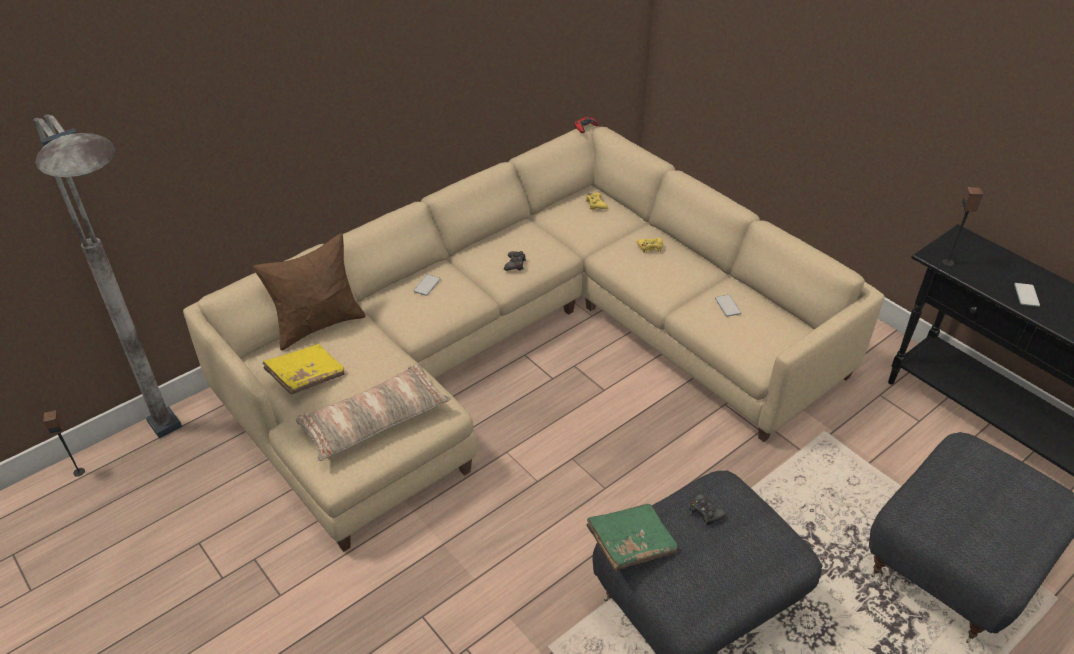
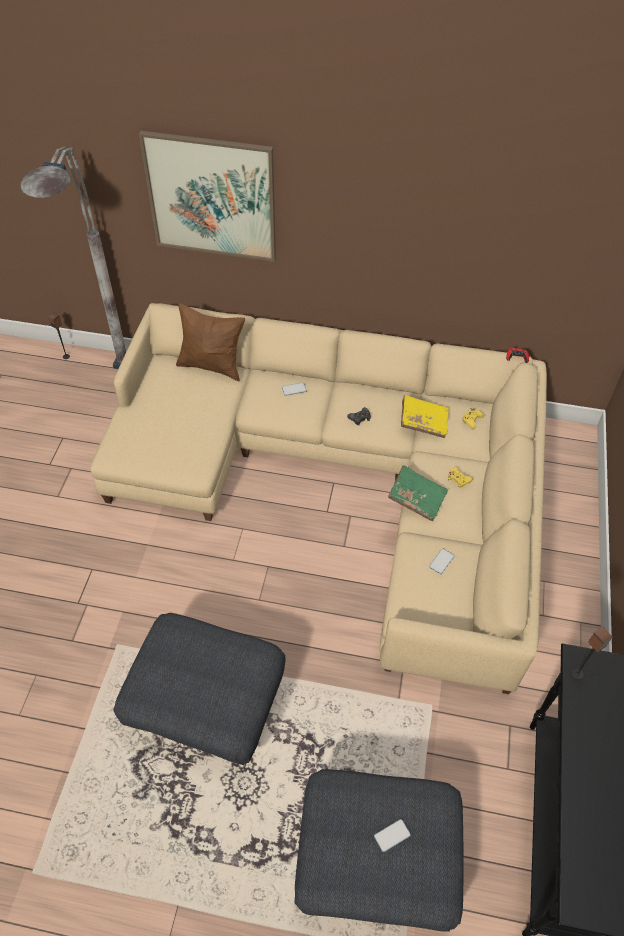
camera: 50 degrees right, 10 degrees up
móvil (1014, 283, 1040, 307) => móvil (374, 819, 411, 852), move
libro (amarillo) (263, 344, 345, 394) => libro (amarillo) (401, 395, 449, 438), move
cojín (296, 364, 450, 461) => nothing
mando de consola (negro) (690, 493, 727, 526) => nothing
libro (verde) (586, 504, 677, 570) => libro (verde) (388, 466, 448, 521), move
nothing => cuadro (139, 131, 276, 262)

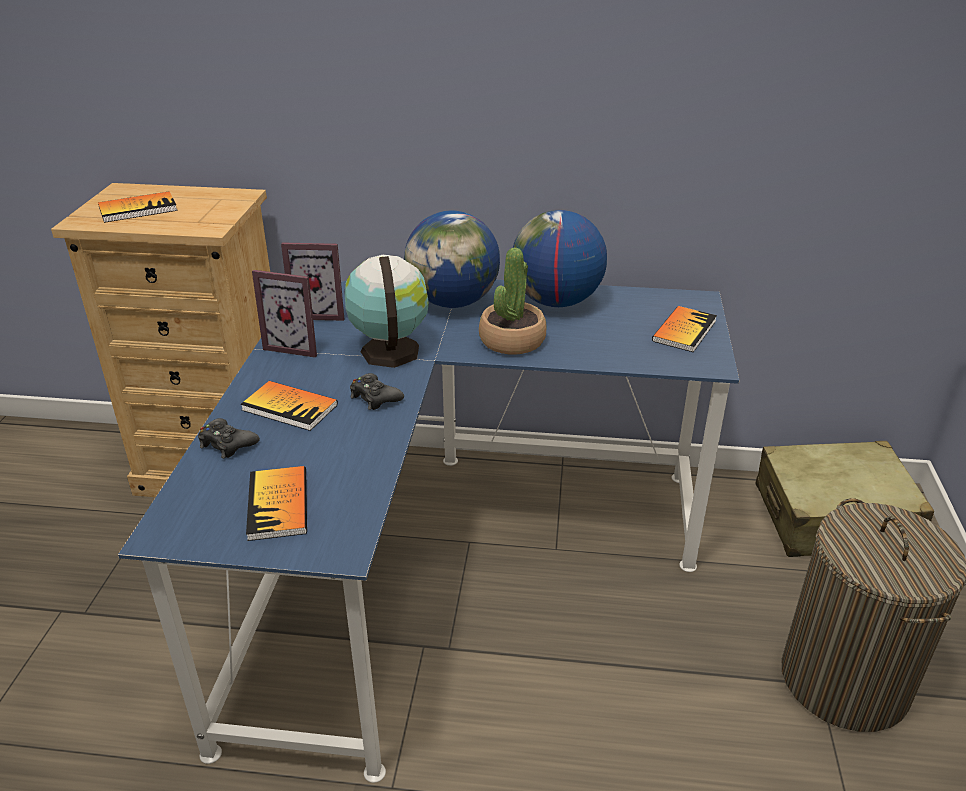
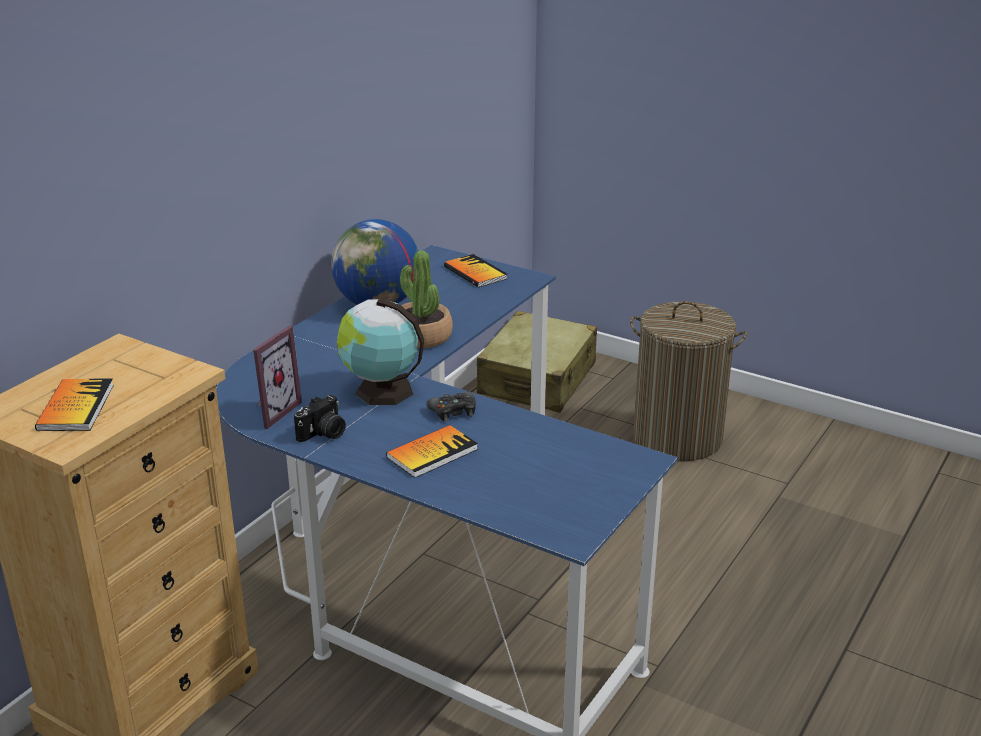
camera: 65 degrees left, 5 degrees down
globo terráqueo (404, 211, 500, 308) => nothing
portarretratos (252, 270, 317, 357) => cámara (294, 395, 346, 442)
mando de consola (negro) (198, 418, 260, 459) => nothing
libro (246, 466, 307, 541) => nothing

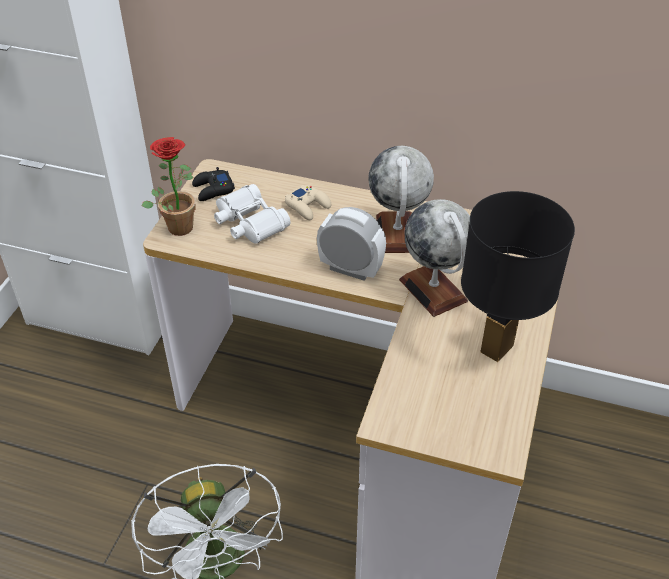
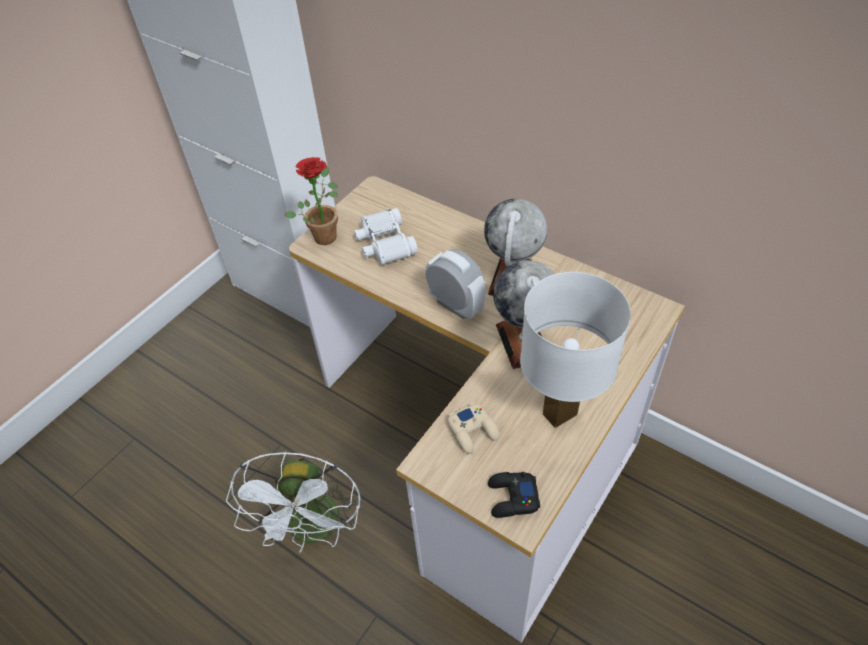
camera: 20 degrees right, 5 degrees up
mando de consola (negro) (192, 167, 235, 201) => mando de consola (negro) (488, 472, 540, 518), move
mando de consola (beis) (285, 185, 331, 220) => mando de consola (beis) (447, 403, 500, 454), move
lámpara de mesa (negro) (461, 191, 575, 362) => lámpara de mesa (blanco) (520, 272, 631, 428)

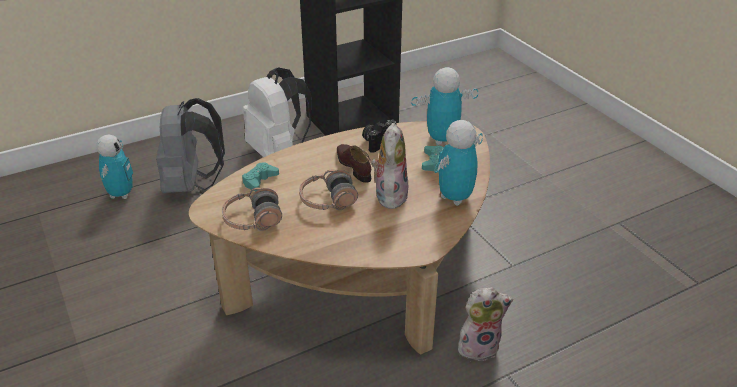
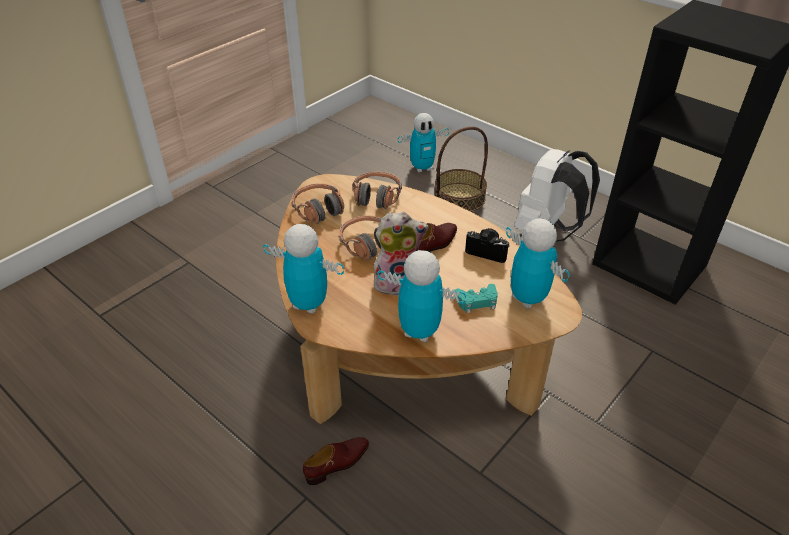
camera: 70 degrees right, 5 degrees up
mochila (gris) (156, 98, 225, 193) => cesta (434, 127, 488, 212)
mando de consola (turquesa) (242, 162, 279, 191) => auriculares (353, 171, 402, 209)
peluche (458, 288, 513, 361) => zapato (marrón) (303, 437, 369, 485)
nothing => robot de juguete (263, 224, 344, 314)

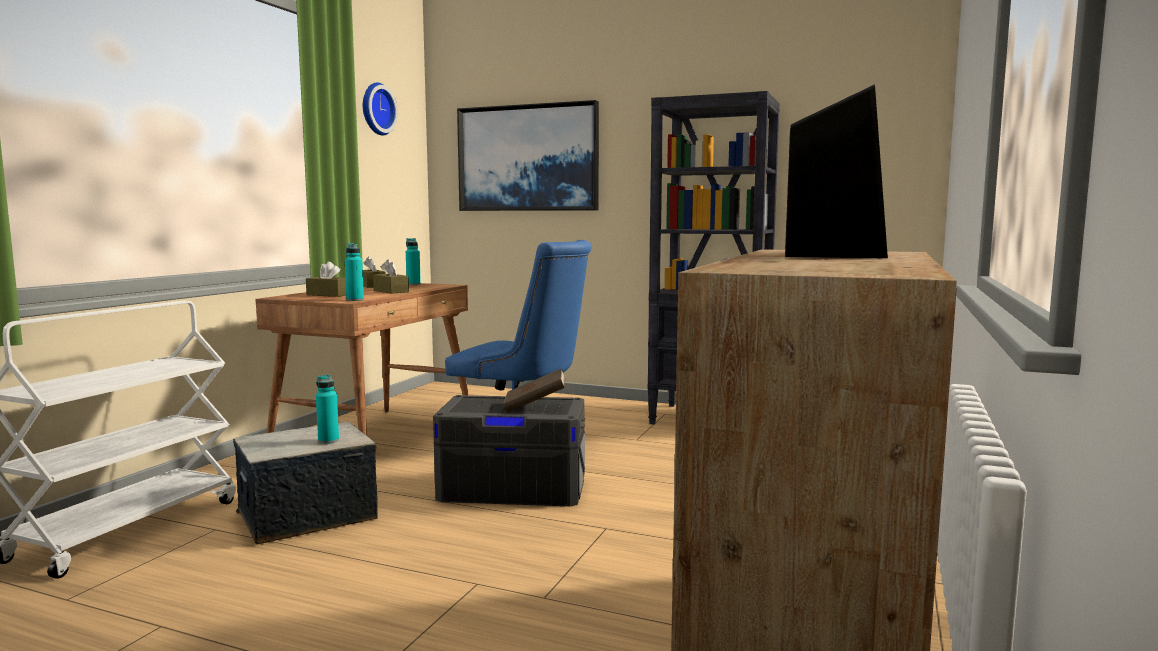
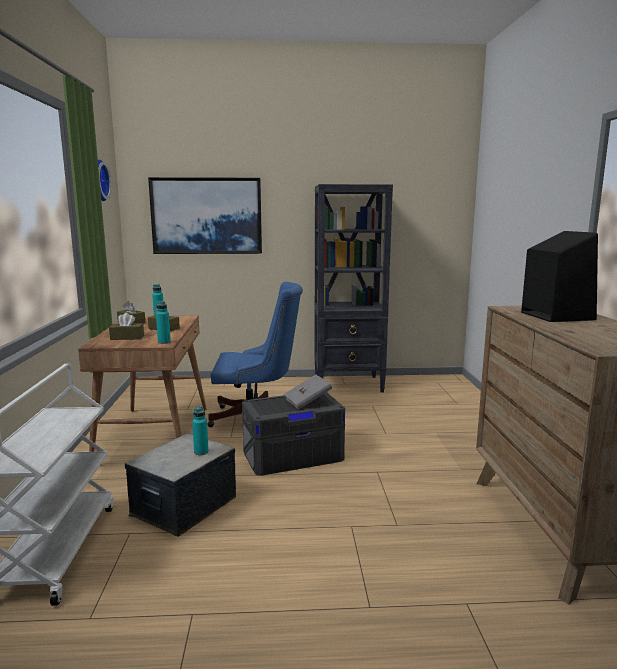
camera: 25 degrees left, 5 degrees up
libro (marrón) (503, 368, 565, 413) => libro (gris) (284, 375, 332, 410)

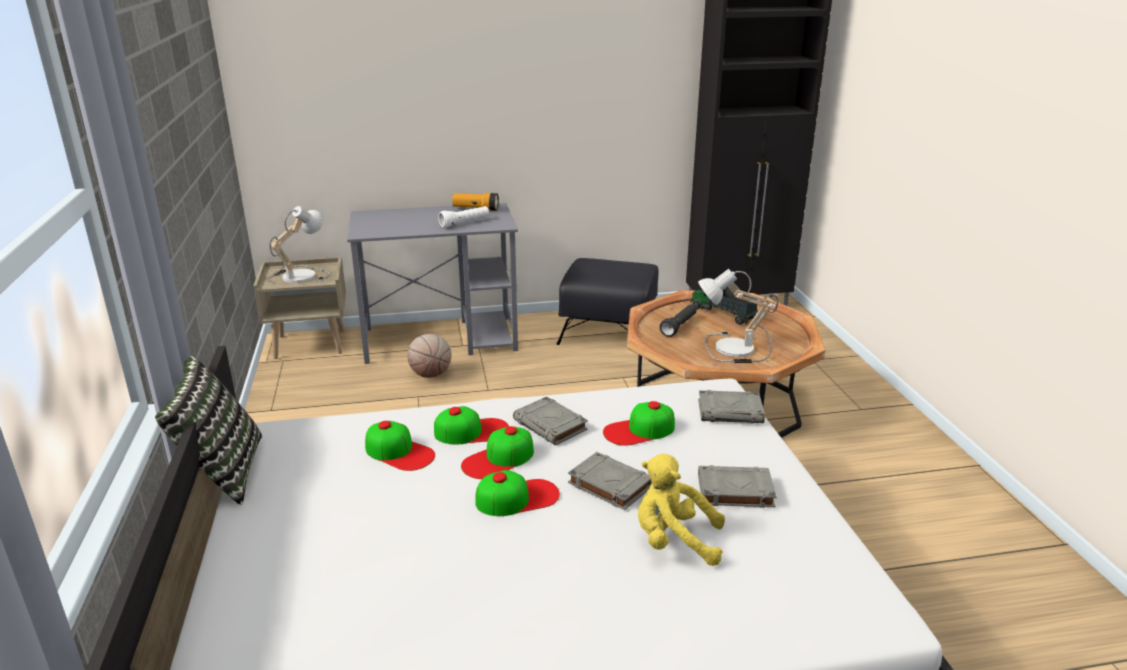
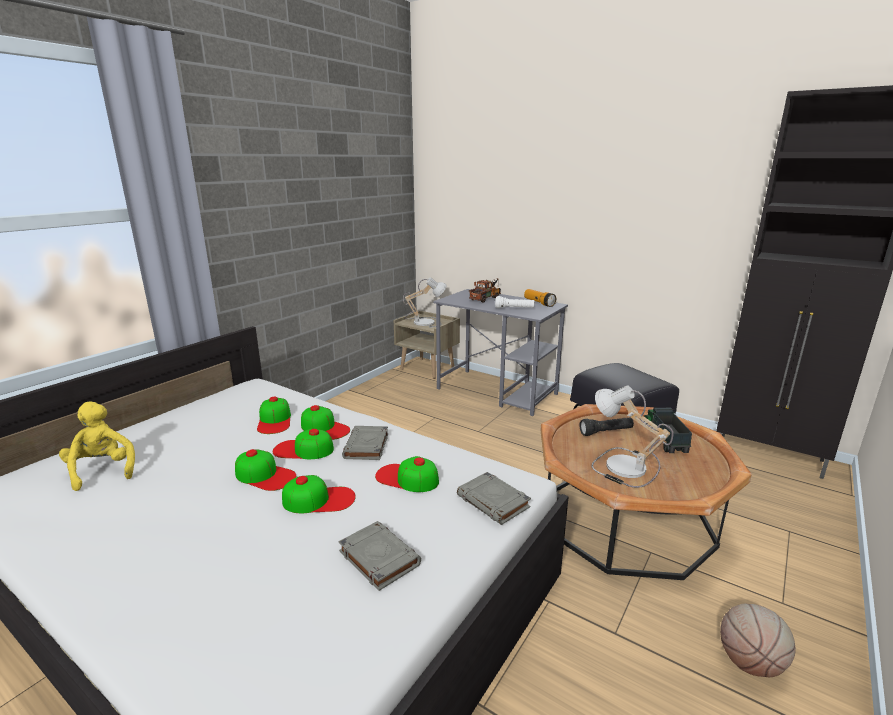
camera: 45 degrees right, 5 degrees down
balón de baloncesto (407, 334, 451, 378) => balón de baloncesto (720, 603, 796, 677), move
cojín (155, 355, 262, 505) => nothing
libro (gris) (568, 452, 652, 510) => gorra (282, 475, 356, 513)
peluche (amarillo) (638, 454, 725, 566) => peluche (amarillo) (59, 401, 135, 491), move
nothing => camión de juguete (469, 278, 501, 302)

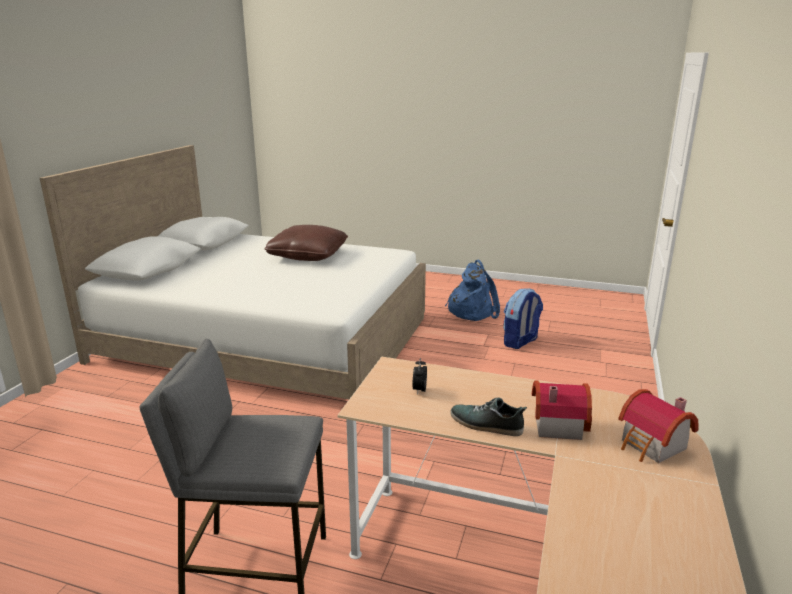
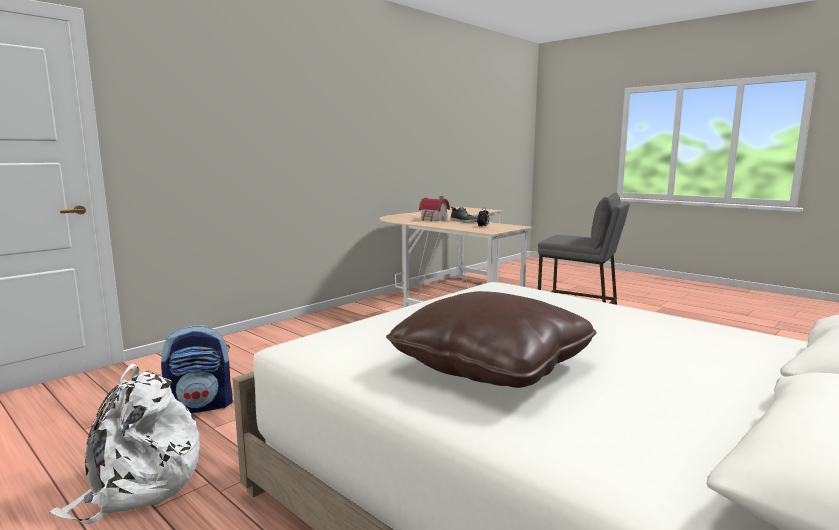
camera: 155 degrees left, 10 degrees down
mochila (azul) (445, 260, 500, 321) => mochila (blanco) (50, 364, 200, 524)
casita (618, 389, 699, 463) => nothing

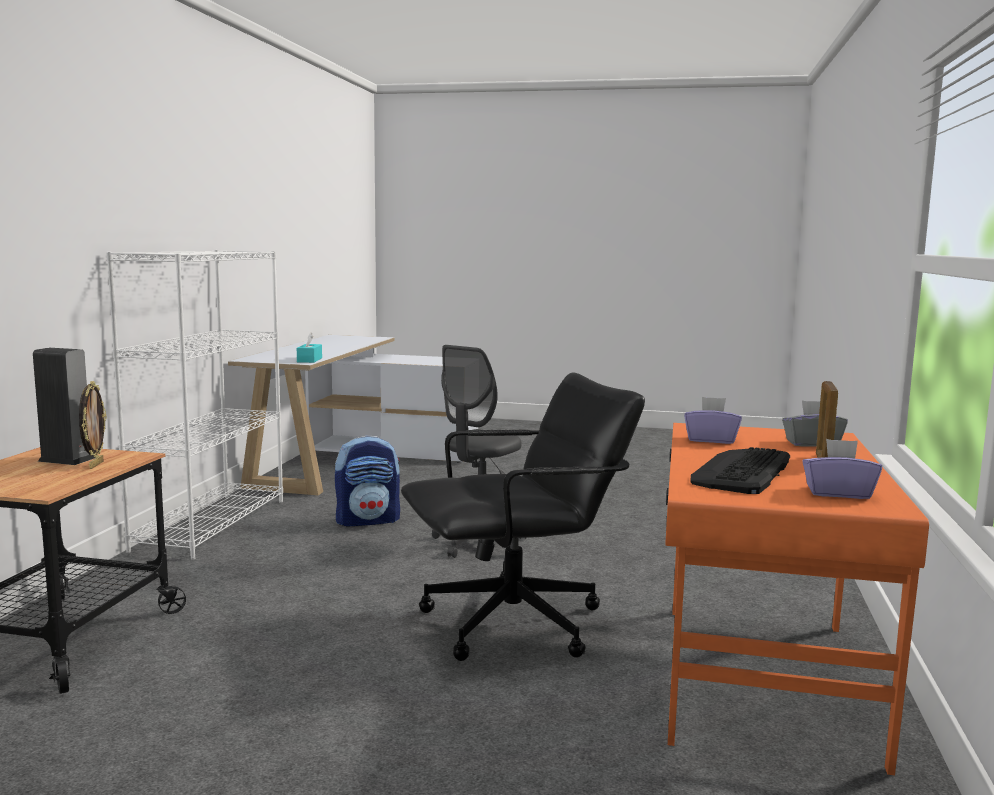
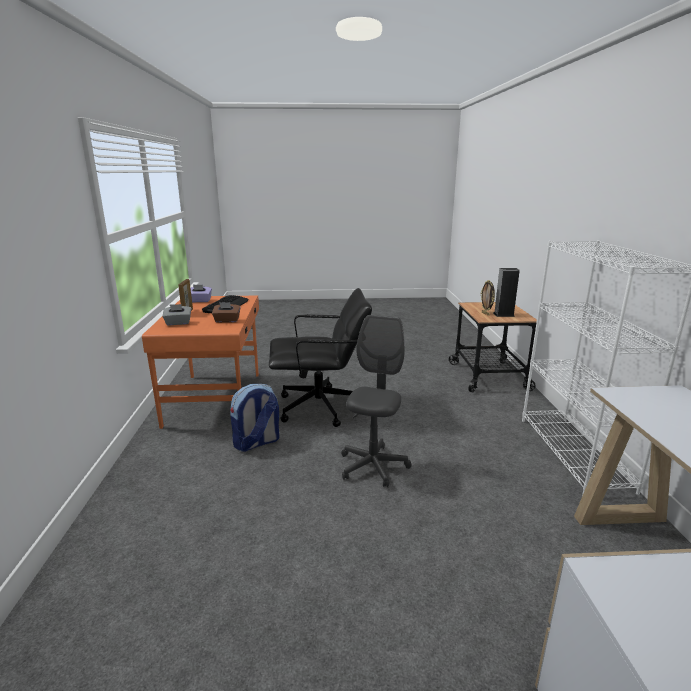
camera: 165 degrees right, 10 degrees up
caja de pañuelos (turquesa) (297, 332, 322, 363) => nothing
silla de oficina (negro) (401, 372, 645, 661) => silla de oficina (negro) (269, 288, 372, 427), 150 degrees counterclockwise
caja de pañuelos (morado) (684, 397, 742, 444) => caja de pañuelos (marrón) (212, 302, 240, 323)
mochila (335, 436, 400, 526) => mochila (230, 384, 279, 452), move

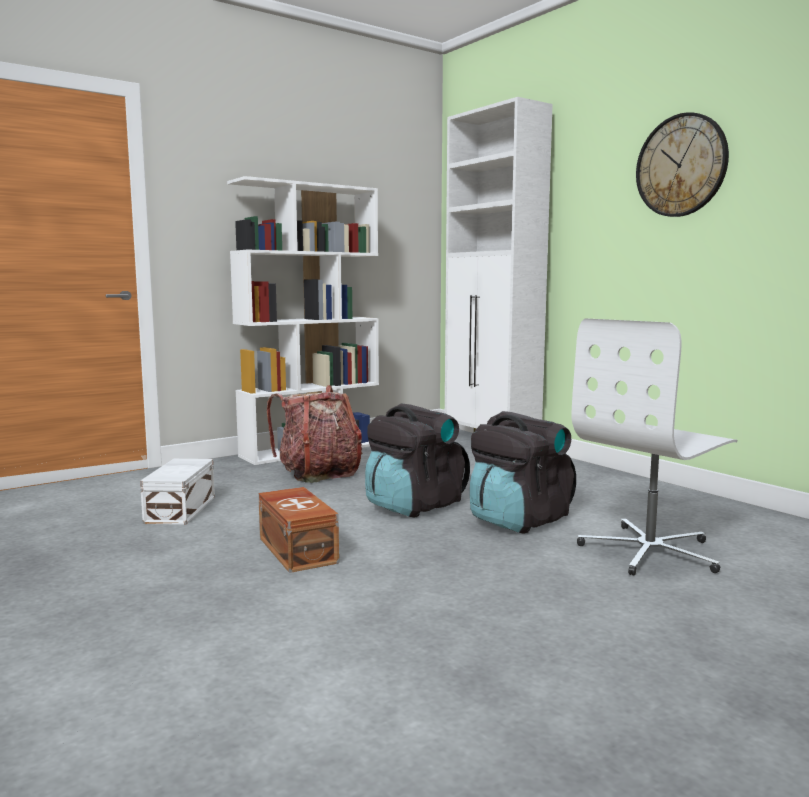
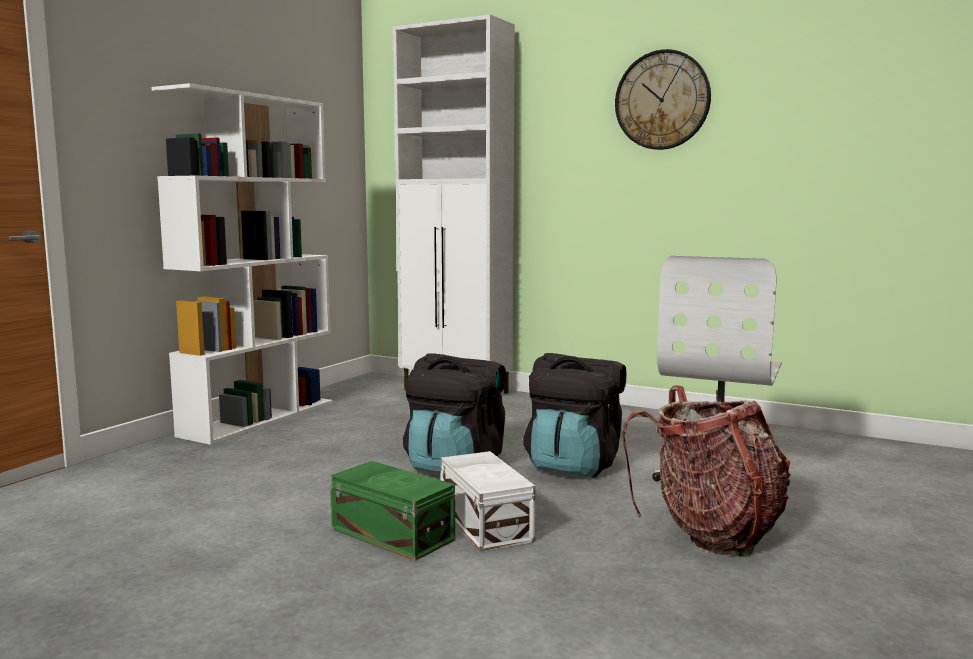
camera: 25 degrees left, 0 degrees up
mochila (267, 385, 362, 483) => mochila (622, 386, 791, 556), move
caja de almacenaje (blanco) (140, 459, 215, 525) => caja de almacenaje (blanco) (441, 451, 535, 551), move
caja de almacenaje (marrón) (258, 487, 339, 573) => caja de almacenaje (verde) (330, 461, 455, 561)

